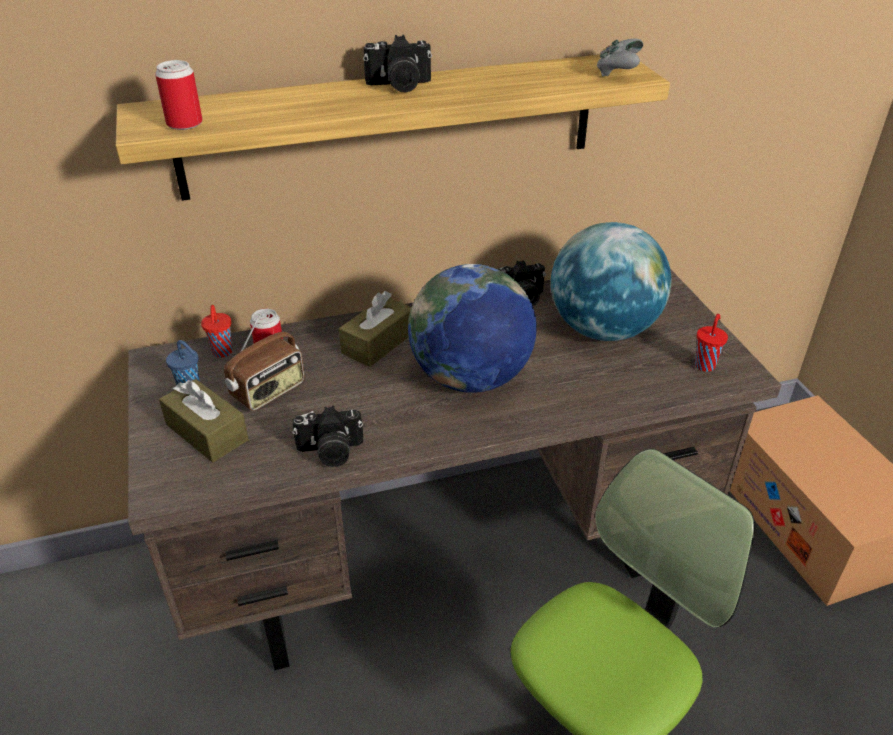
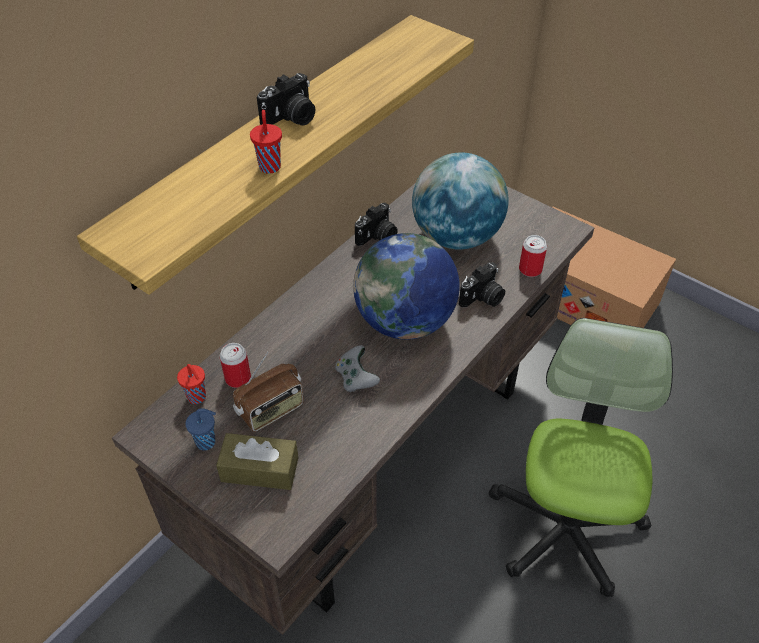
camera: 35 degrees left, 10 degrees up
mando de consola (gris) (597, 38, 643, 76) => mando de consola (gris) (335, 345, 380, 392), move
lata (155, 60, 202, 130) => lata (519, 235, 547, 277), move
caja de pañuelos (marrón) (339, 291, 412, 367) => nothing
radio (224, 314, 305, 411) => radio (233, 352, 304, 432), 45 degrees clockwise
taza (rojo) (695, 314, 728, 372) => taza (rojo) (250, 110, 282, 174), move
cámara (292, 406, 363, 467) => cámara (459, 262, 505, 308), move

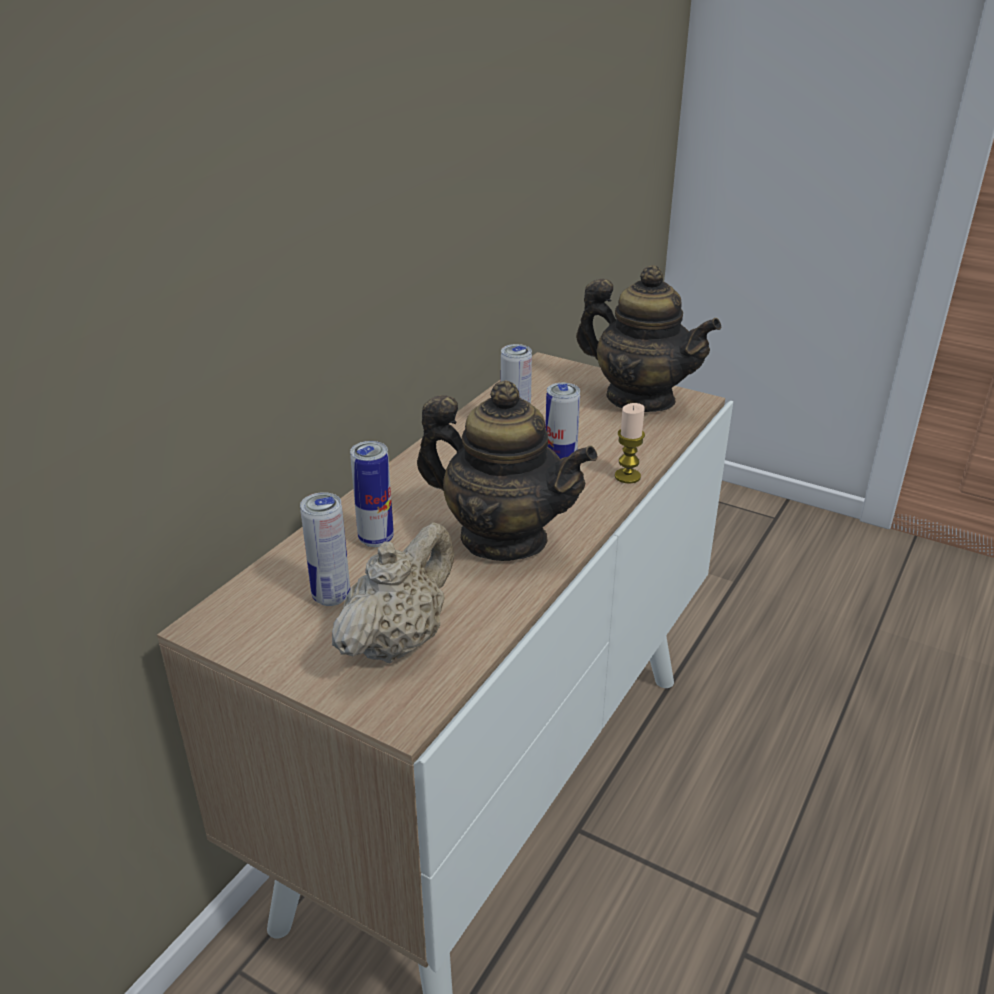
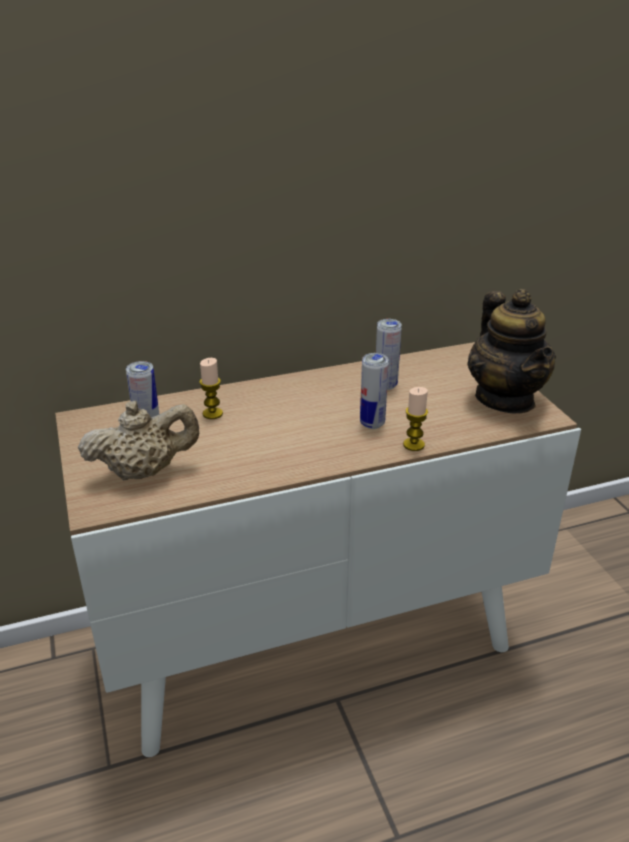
camera: 40 degrees right, 0 degrees up
tetera (417, 380, 598, 561) => nothing
lata (350, 441, 394, 547) => vela (199, 358, 223, 419)

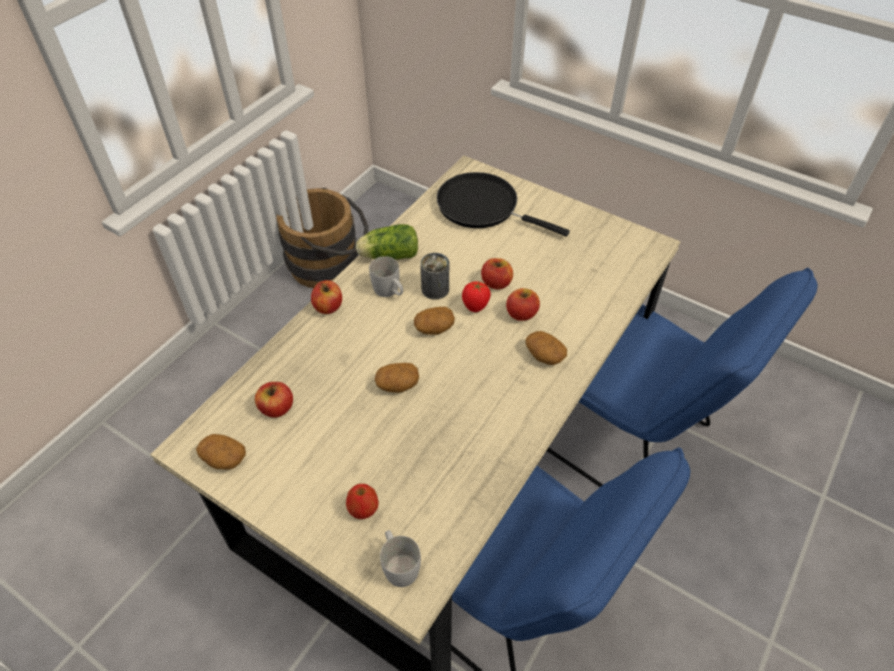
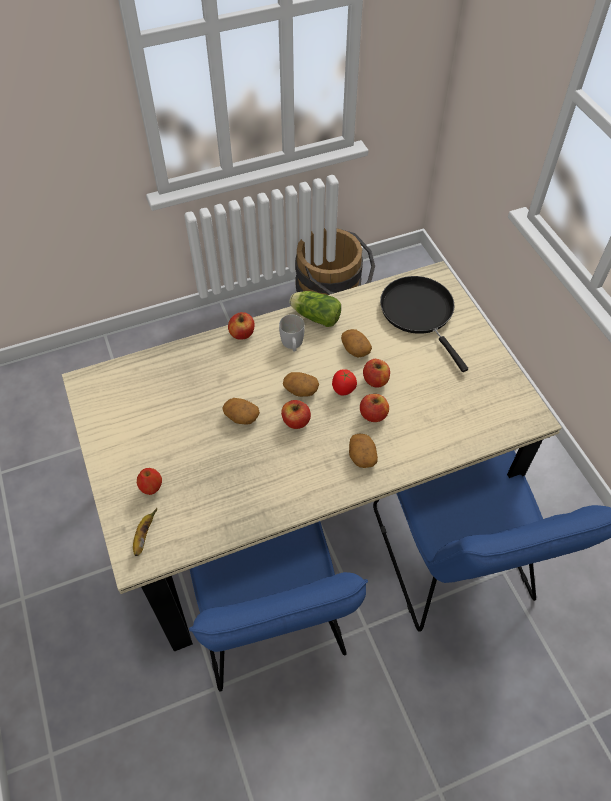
camera: 35 degrees right, 5 degrees up
lata (420, 253, 449, 300) => nothing
manzana (255, 382, 293, 418) => manzana (281, 400, 311, 429), move
patata (196, 434, 246, 470) => patata (341, 329, 372, 357), move
taza grande (blanco) (380, 530, 421, 587) => plátano (133, 508, 157, 556)

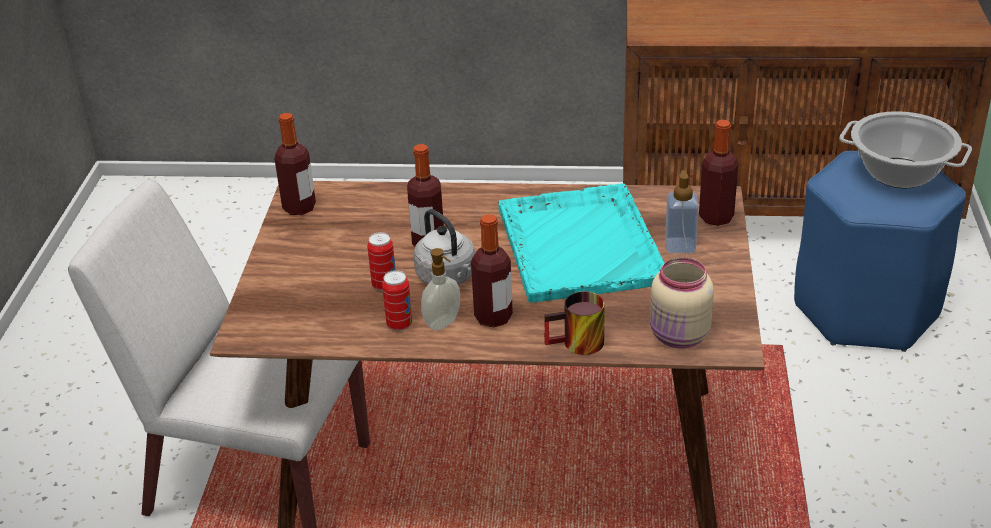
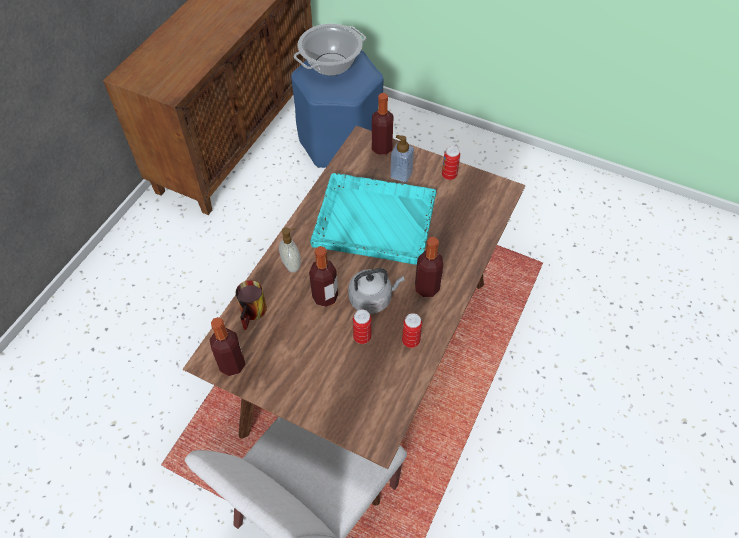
camera: 70 degrees left, 20 degrees up
dispensador de jabón (421, 248, 460, 330) => dispensador de jabón (279, 227, 301, 273), move
tarro (beis) (650, 258, 714, 348) => nothing
taza grande (544, 291, 605, 355) => taza grande (236, 280, 267, 330), move
nothing => lata (442, 146, 460, 180)

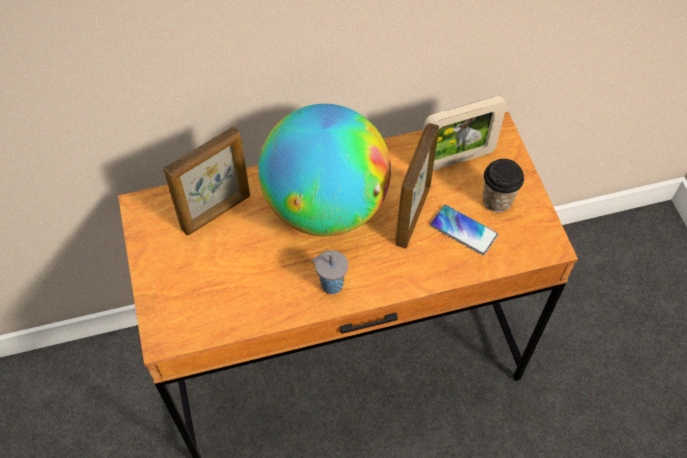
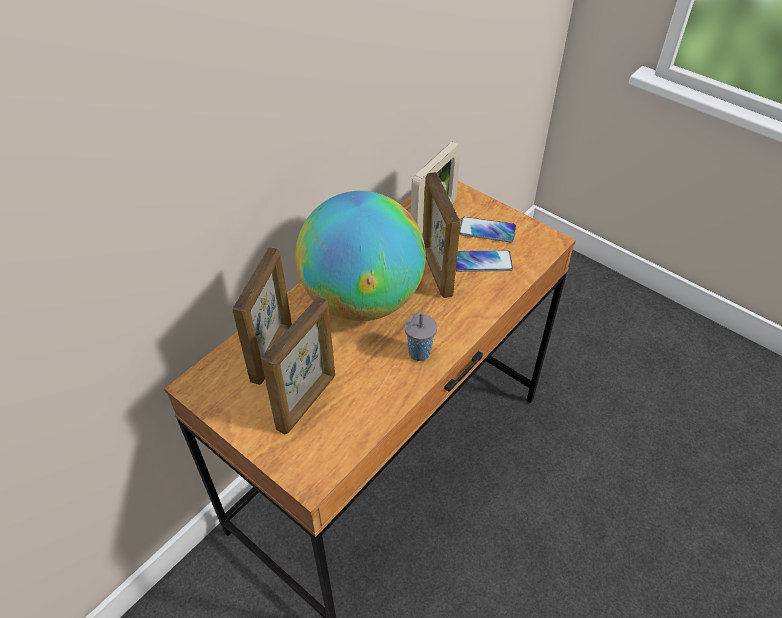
camera: 35 degrees left, 10 degrees down
taza (483, 159, 524, 212) => móvil (459, 217, 516, 242)
nothing => portarretratos (261, 296, 335, 435)

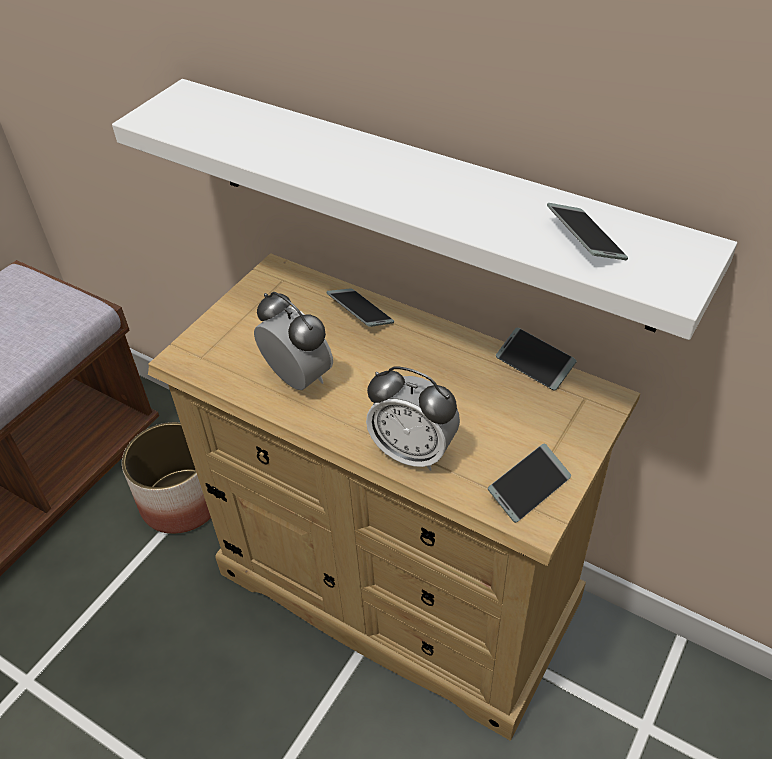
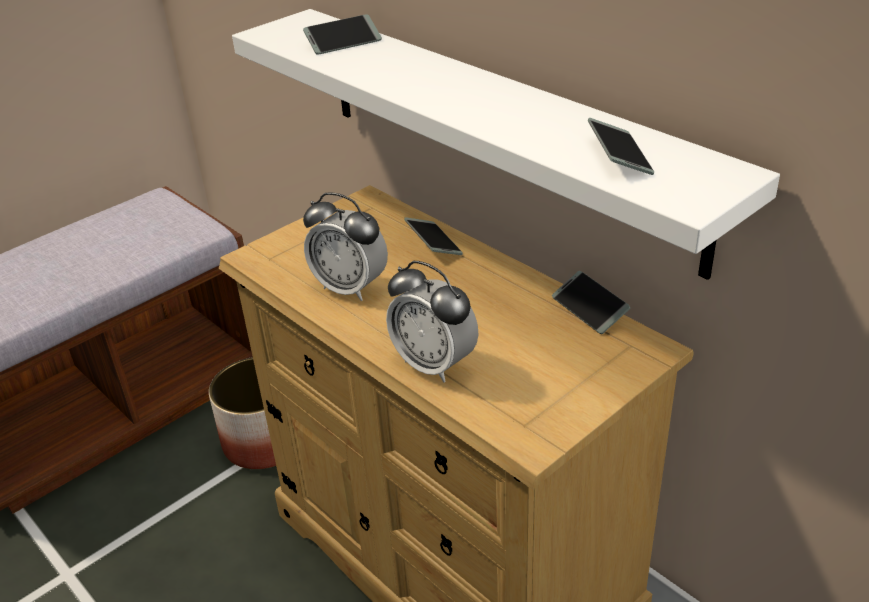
camera: 15 degrees right, 10 degrees down
despertador (254, 292, 333, 390) => despertador (303, 192, 388, 301), 150 degrees clockwise
móvil (488, 444, 571, 523) => móvil (303, 14, 382, 55), move

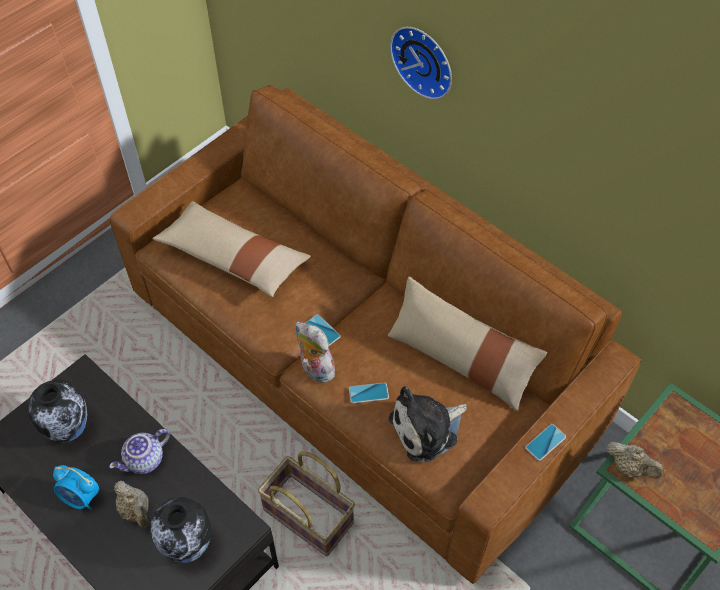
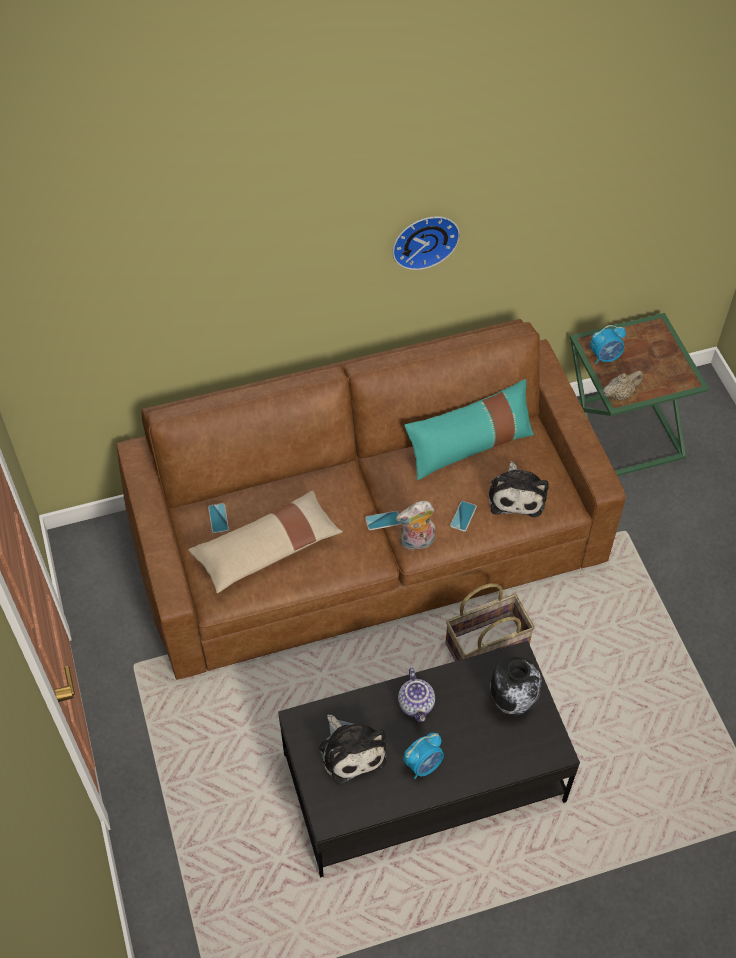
camera: 60 degrees left, 0 degrees up
reloj de pared (390, 27, 452, 99) => reloj de pared (392, 216, 460, 270), move
cojín (beis) (388, 277, 547, 411) => cojín (turquesa) (404, 379, 534, 480)
florero (28, 380, 87, 443) => peluche (319, 714, 386, 785)
móvil (525, 424, 566, 461) => móvil (208, 503, 229, 533), move
tetera (beis) (114, 480, 148, 528) => nothing
nothing => despertador (590, 325, 626, 364)

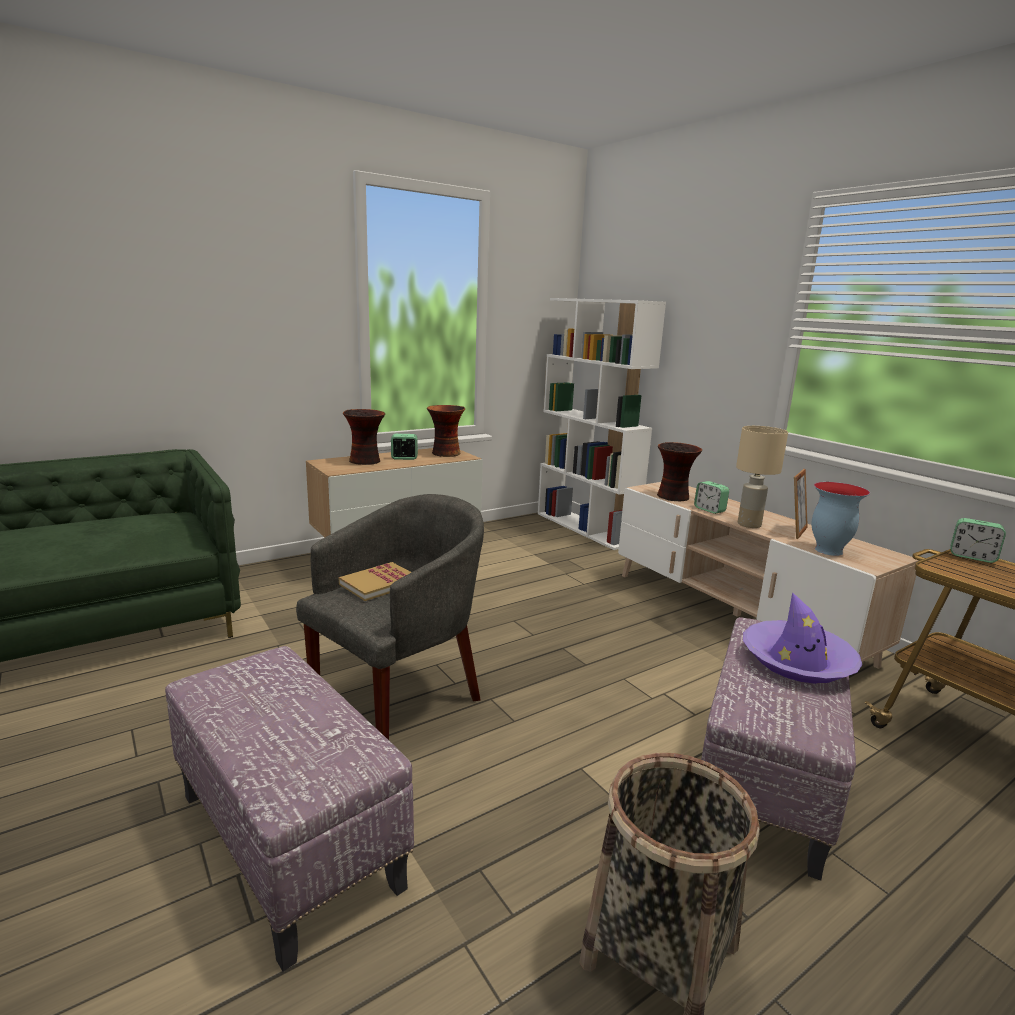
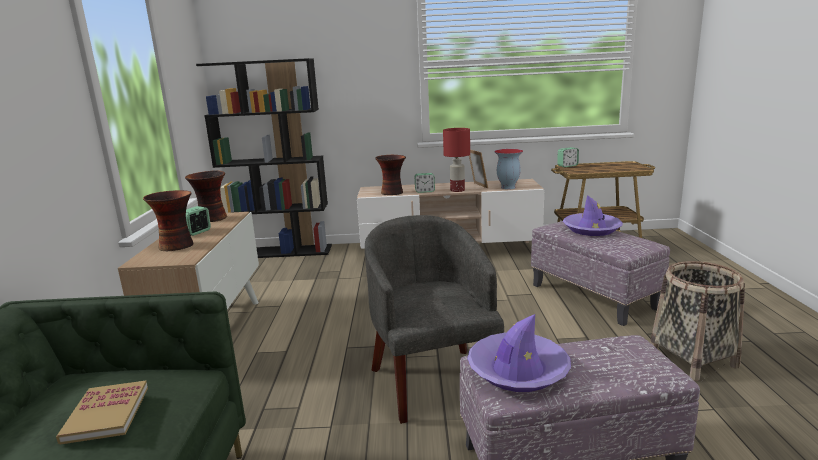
camera: 55 degrees left, 0 degrees up
estantería (blanco) (538, 298, 666, 550) => estantería (negro) (196, 58, 332, 258)
lámpara de mesa (beis) (736, 426, 788, 528) => lámpara de mesa (rojo) (443, 128, 470, 192)
libro (339, 562, 411, 601) => libro (56, 381, 148, 445), move
nothing => sombrero (morado) (467, 314, 571, 392)

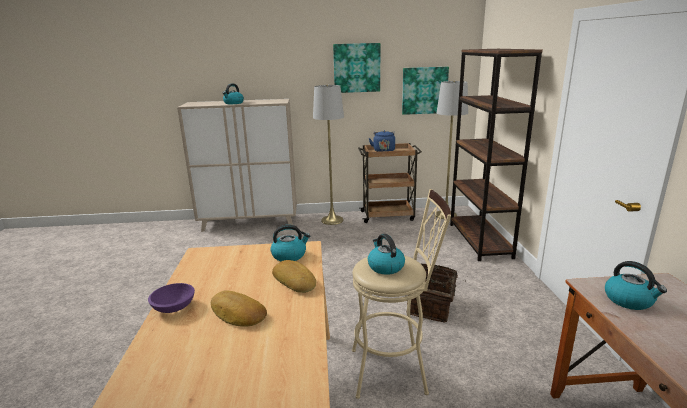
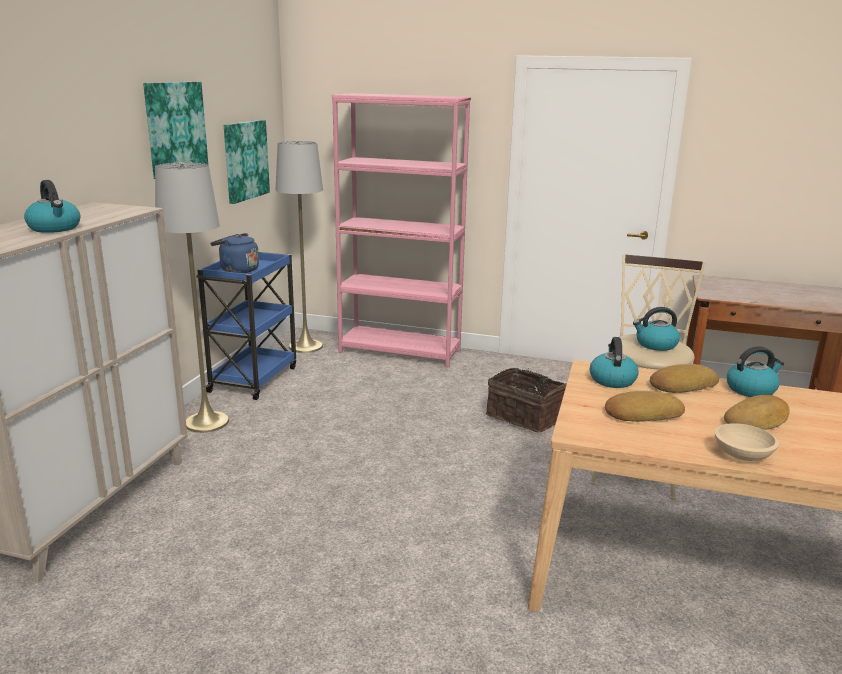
camera: 70 degrees left, 0 degrees up
estantería (marrón) (450, 49, 543, 261) => estantería (rosa) (332, 93, 471, 367)
carrito (marrón) (358, 143, 422, 223) => carrito (azul) (196, 252, 296, 400)
hervidor (605, 261, 667, 310) => hervidor (727, 346, 784, 397), move
cuenco (morado) (148, 283, 195, 313) => cuenco (beis) (715, 423, 779, 461)
nothing => pan (605, 391, 685, 422)

